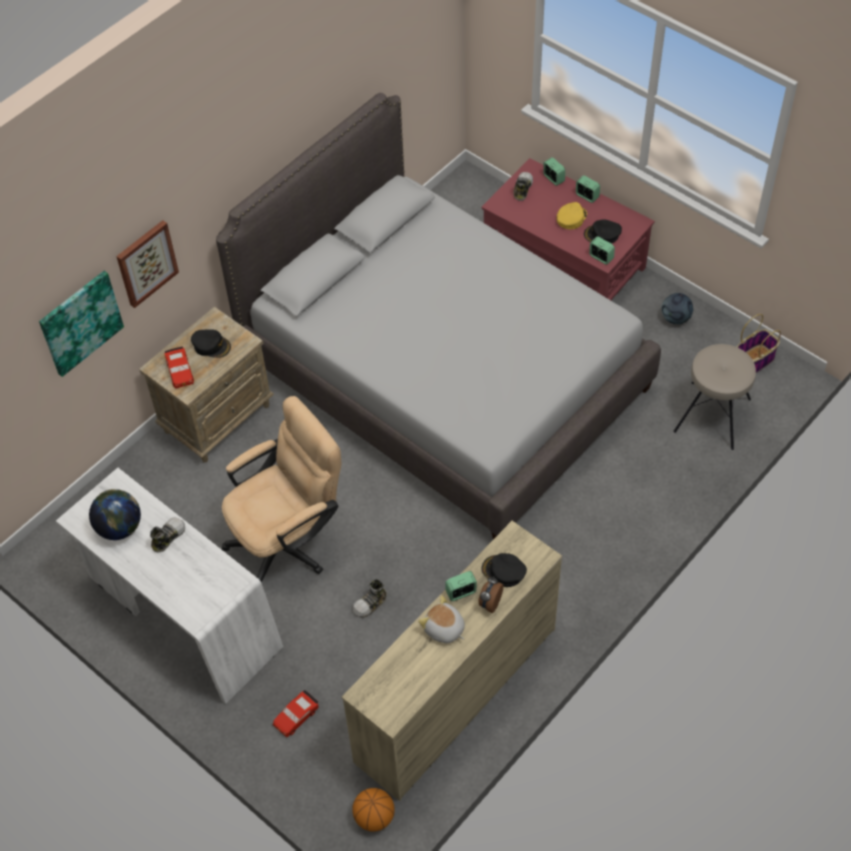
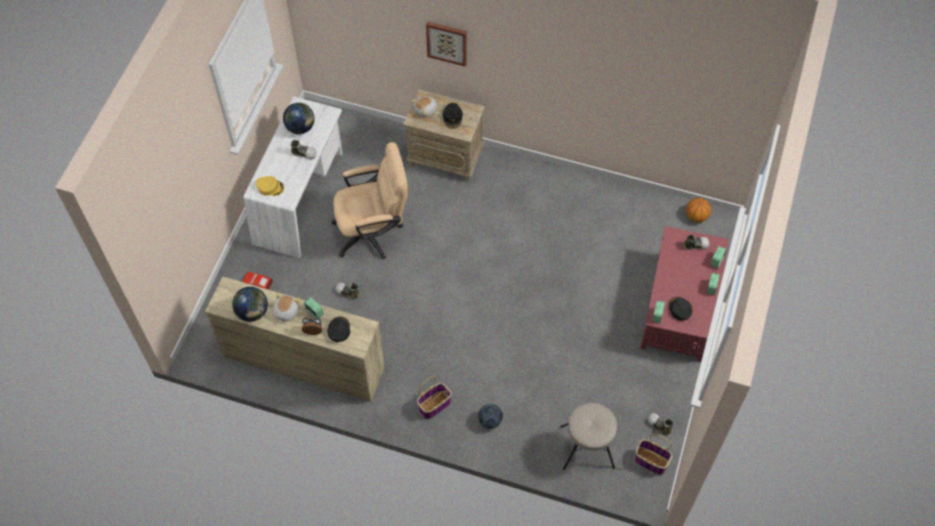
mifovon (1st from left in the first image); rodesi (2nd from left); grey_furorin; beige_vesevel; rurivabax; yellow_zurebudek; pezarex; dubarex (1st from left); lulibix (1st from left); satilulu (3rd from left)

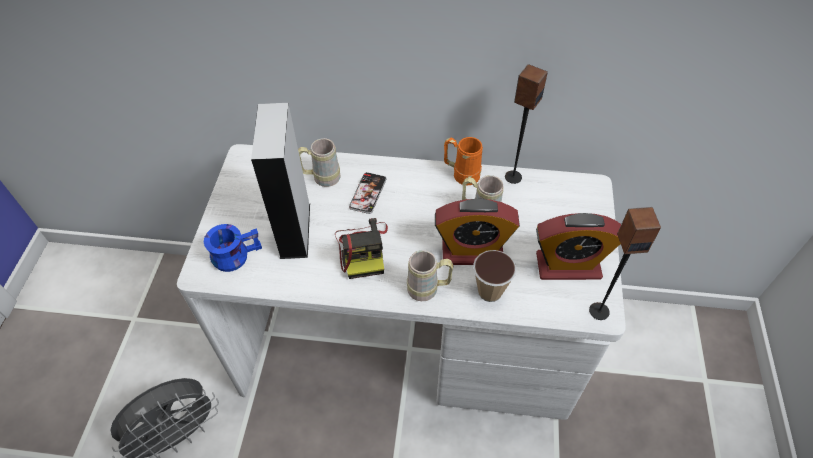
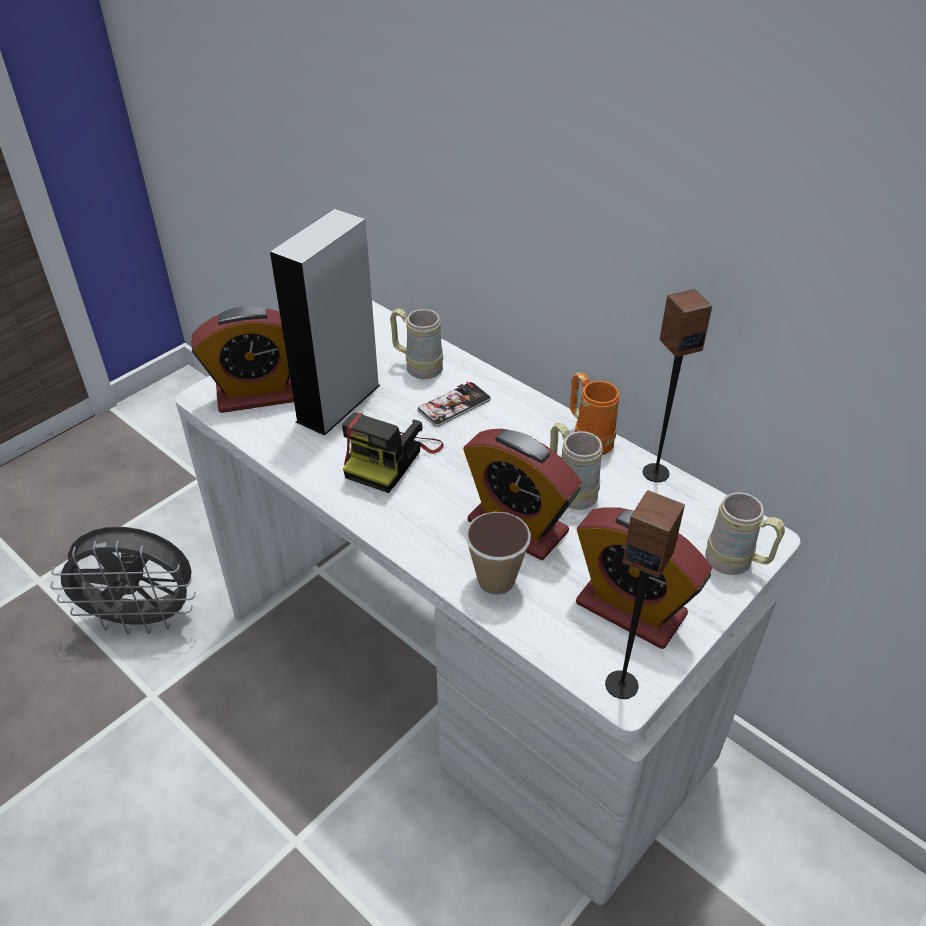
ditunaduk (1st from left); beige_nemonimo (3rd from left)

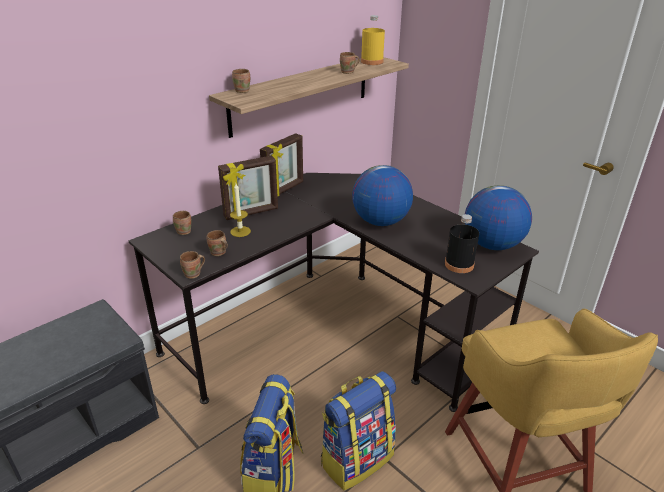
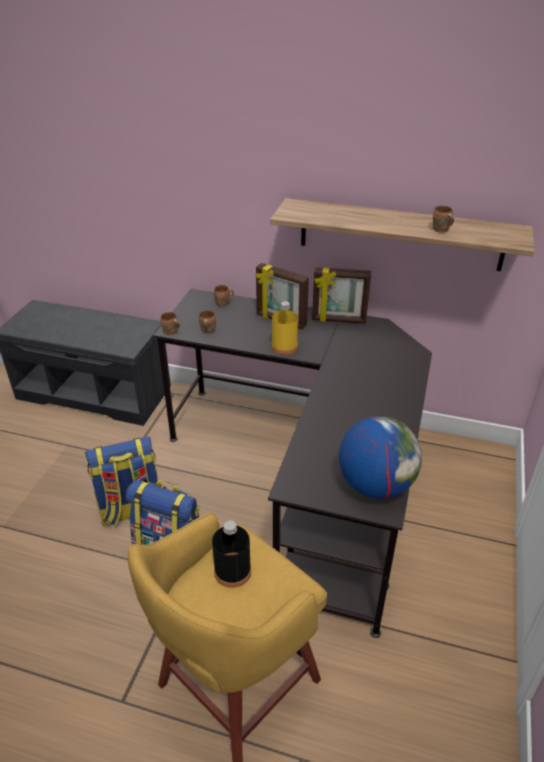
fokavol; brown_nemonimo (4th from left in the first image); dubarex (1st from left in the first image); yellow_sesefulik; black_sesefulik

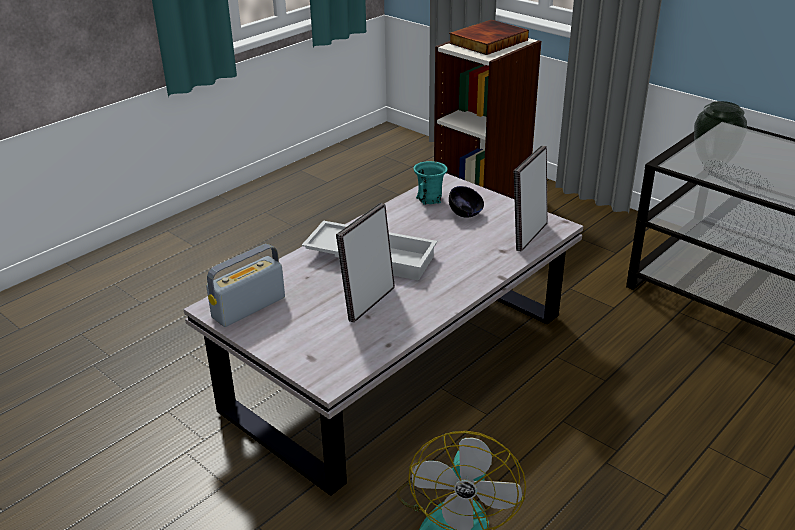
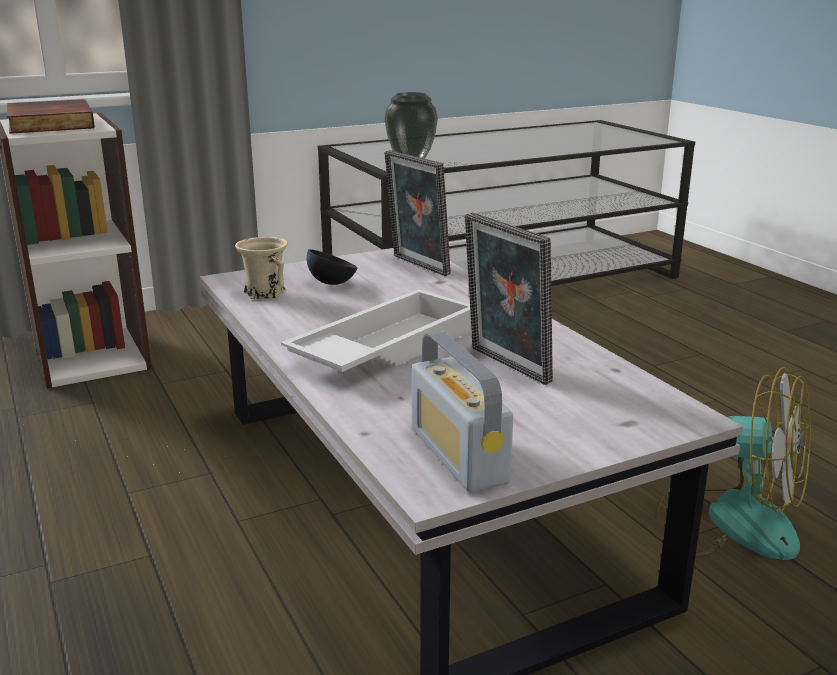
beige_nemonimo

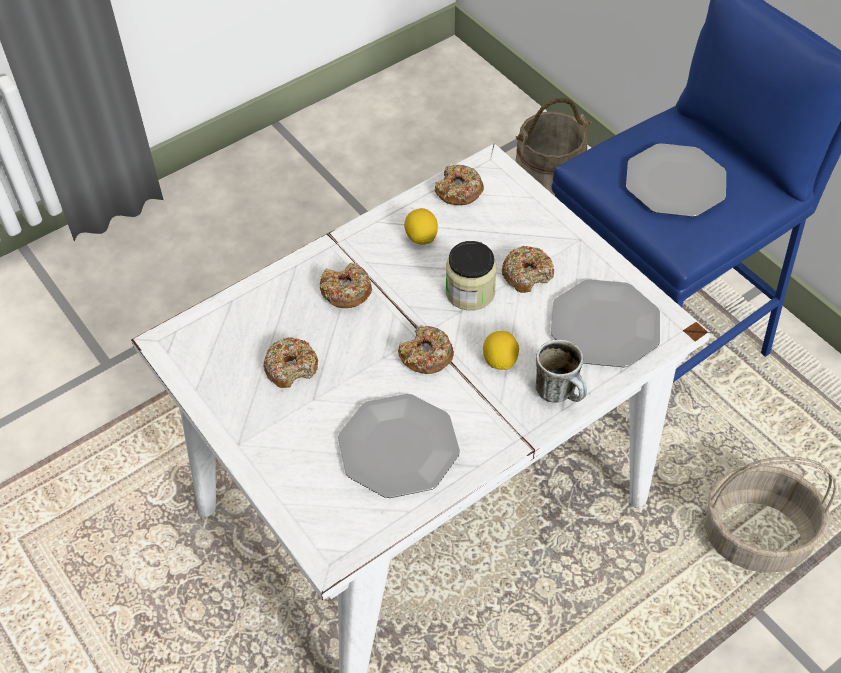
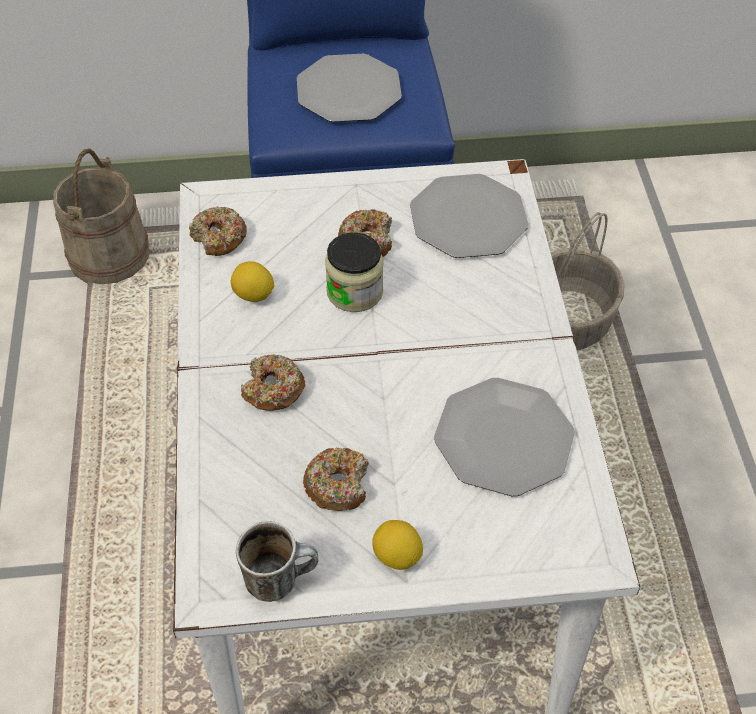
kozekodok (3rd from left in the first image); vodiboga (2nd from left); nemonimo

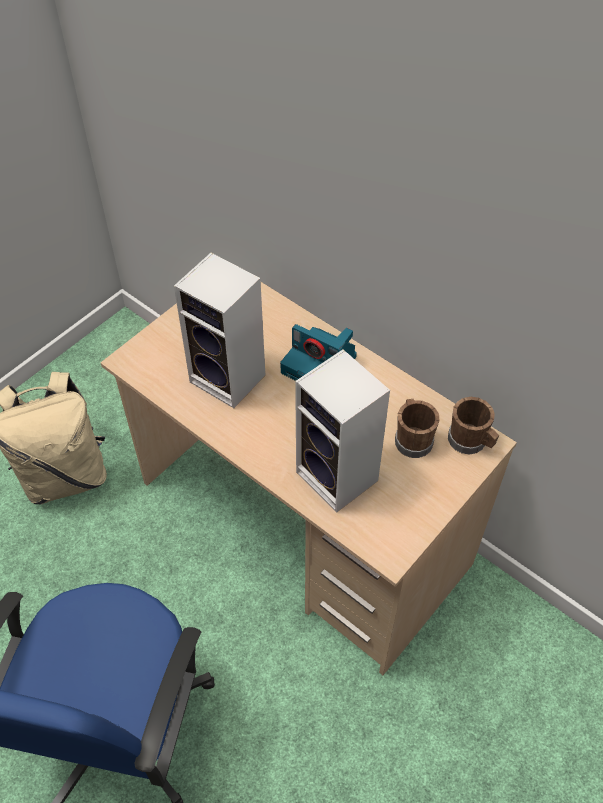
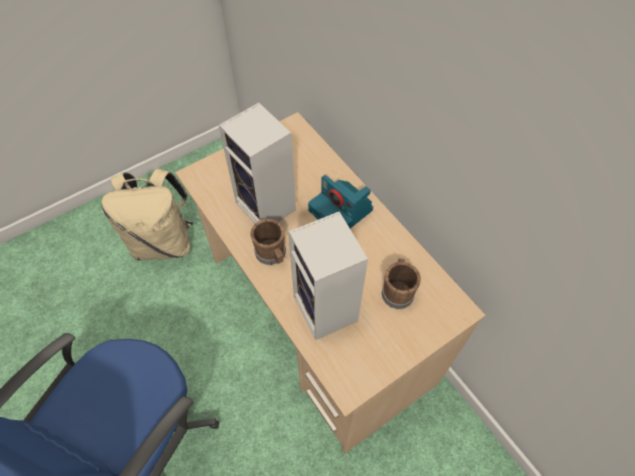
brown_nemonimo (1st from left)

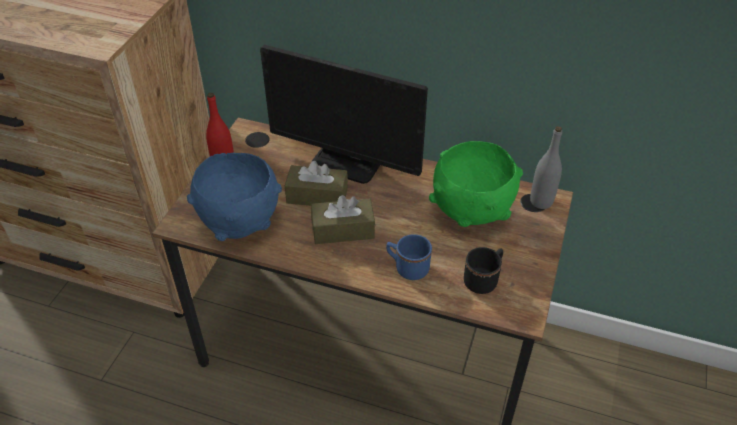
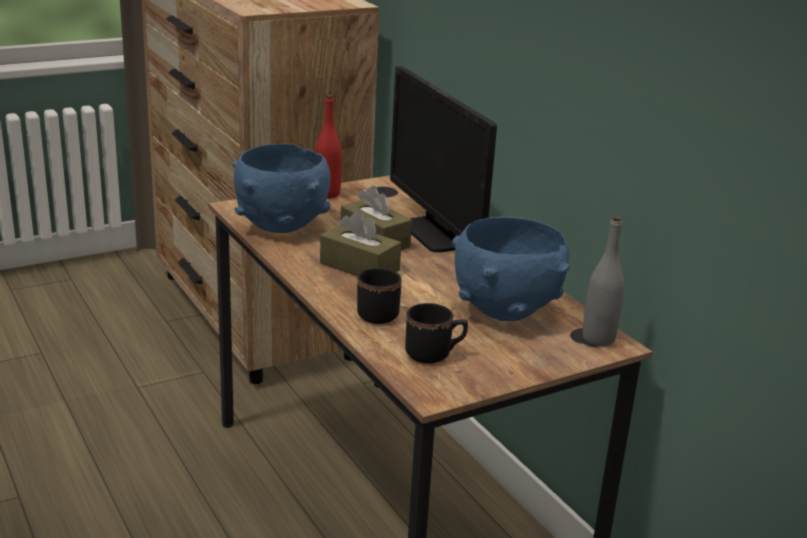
black_nemonimo (1st from left); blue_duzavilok (2nd from left)

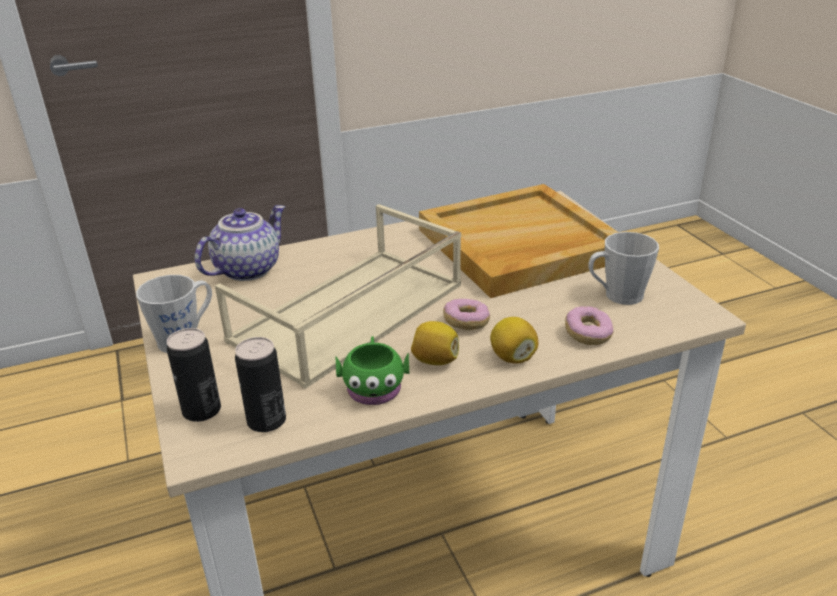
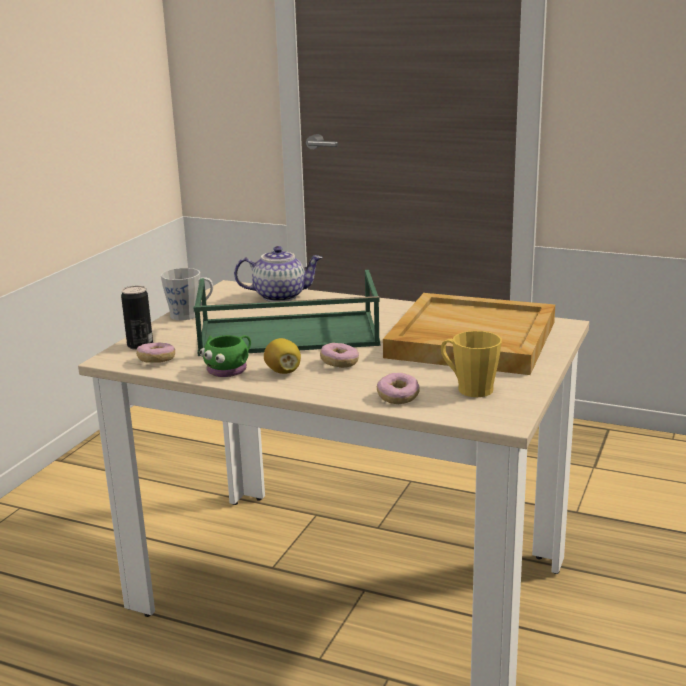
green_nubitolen; kozekodok (1st from left); vodiboga (2nd from left in the first image); yellow_nemonimo

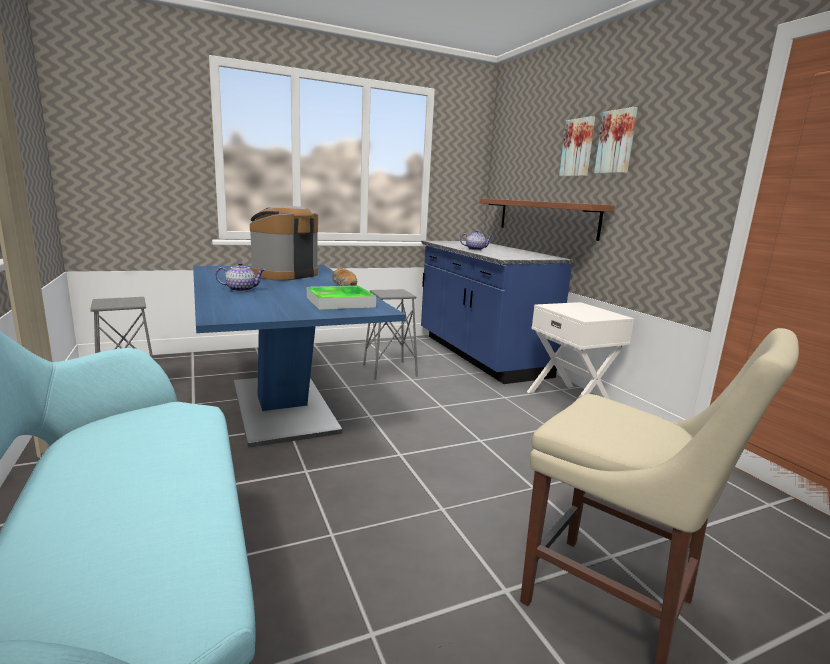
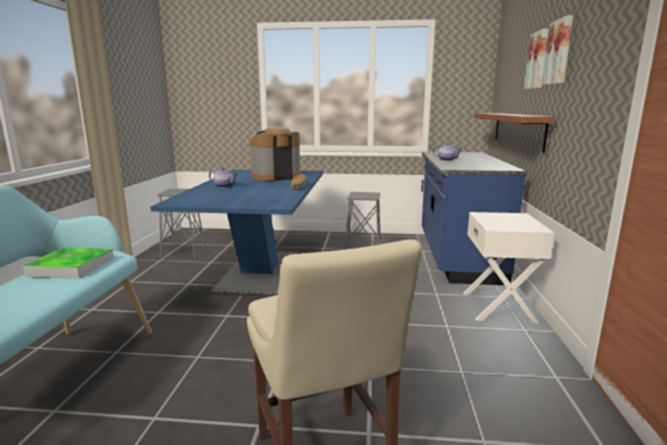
nubitolen

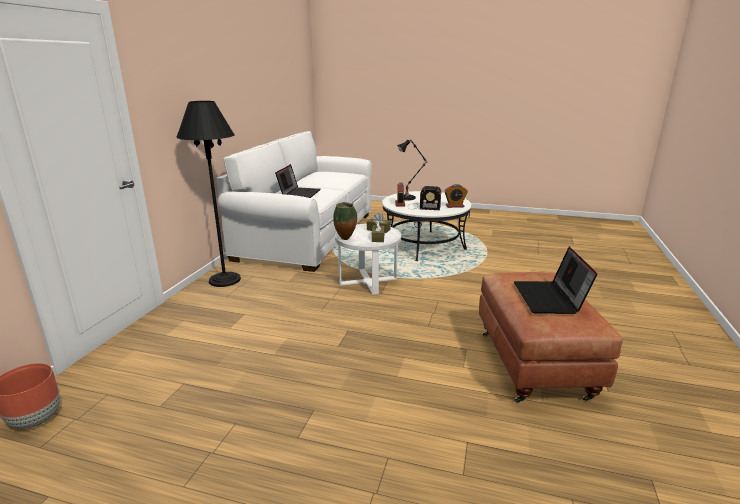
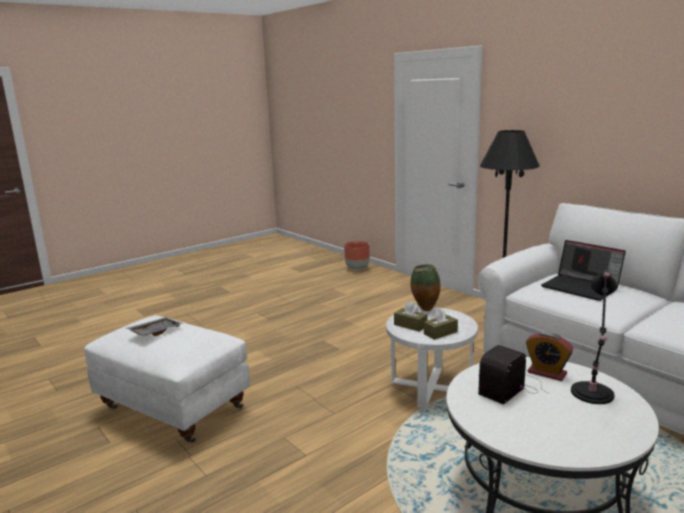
ditunaduk (2nd from left in the first image); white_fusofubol; grey_nubitolen

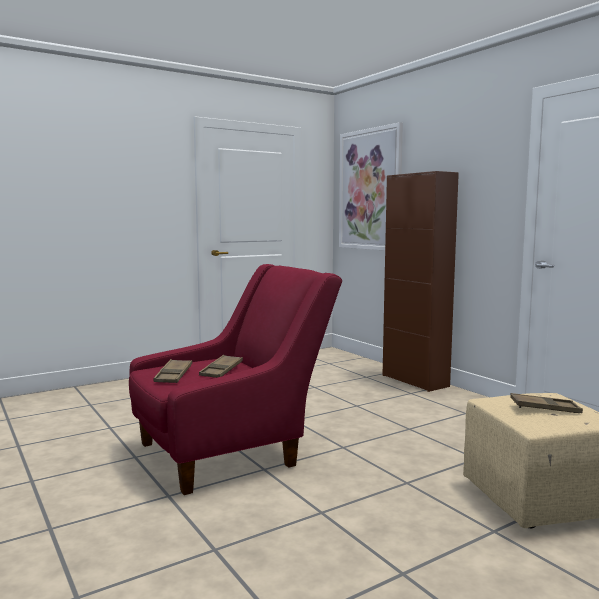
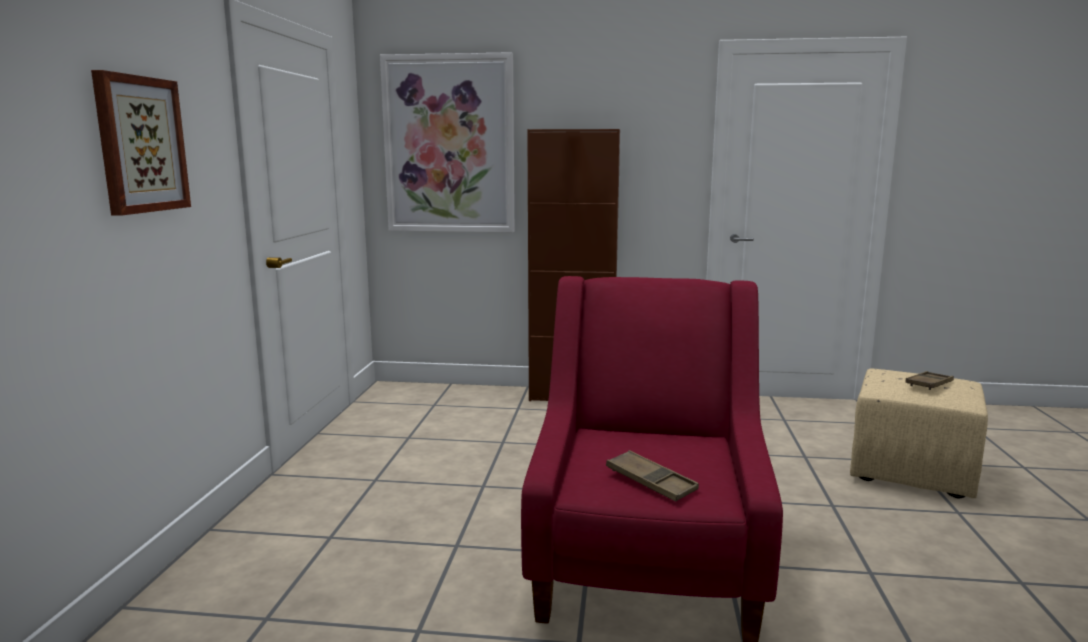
brown_nubitolen (2nd from left in the first image); mifovon (1st from left)

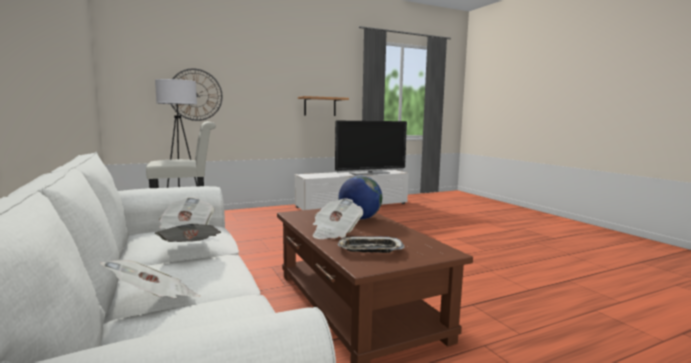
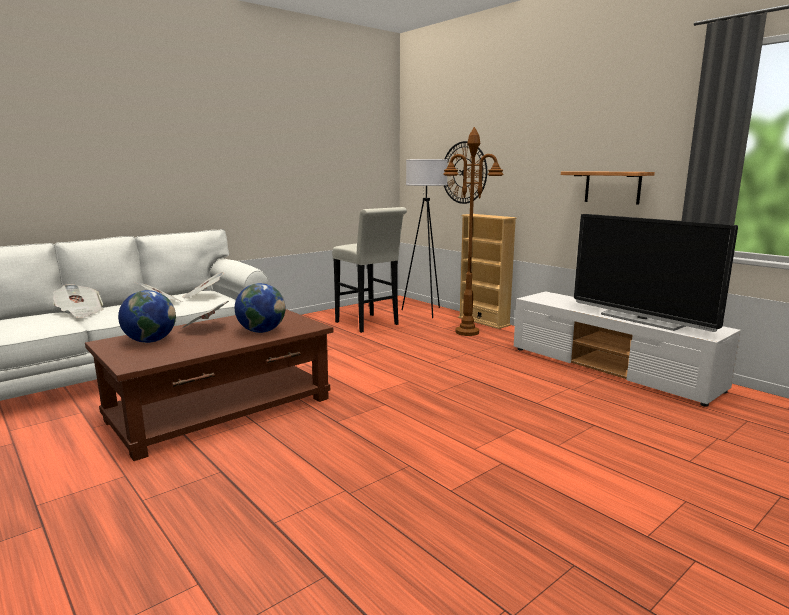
dubarex (1st from left); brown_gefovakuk; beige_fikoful

